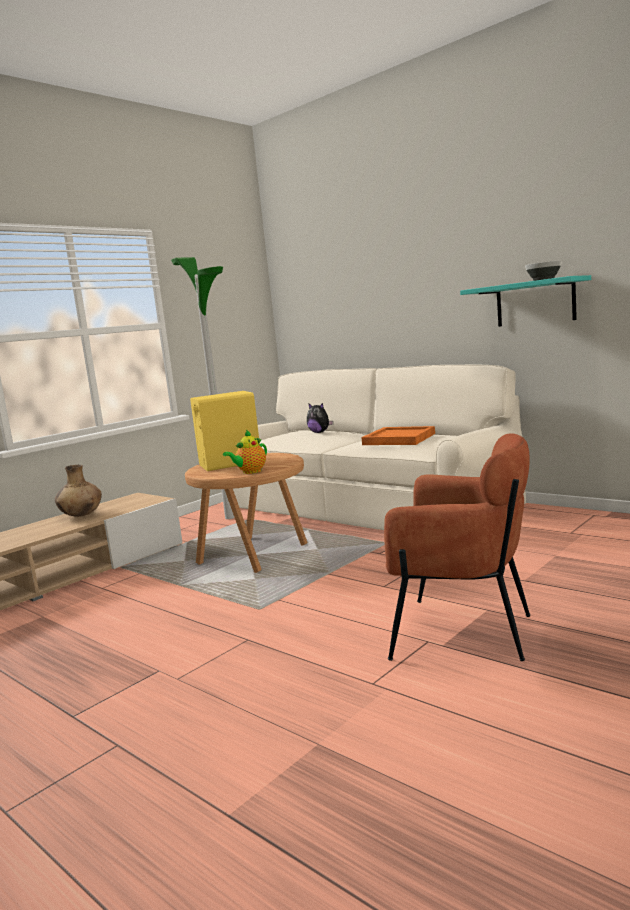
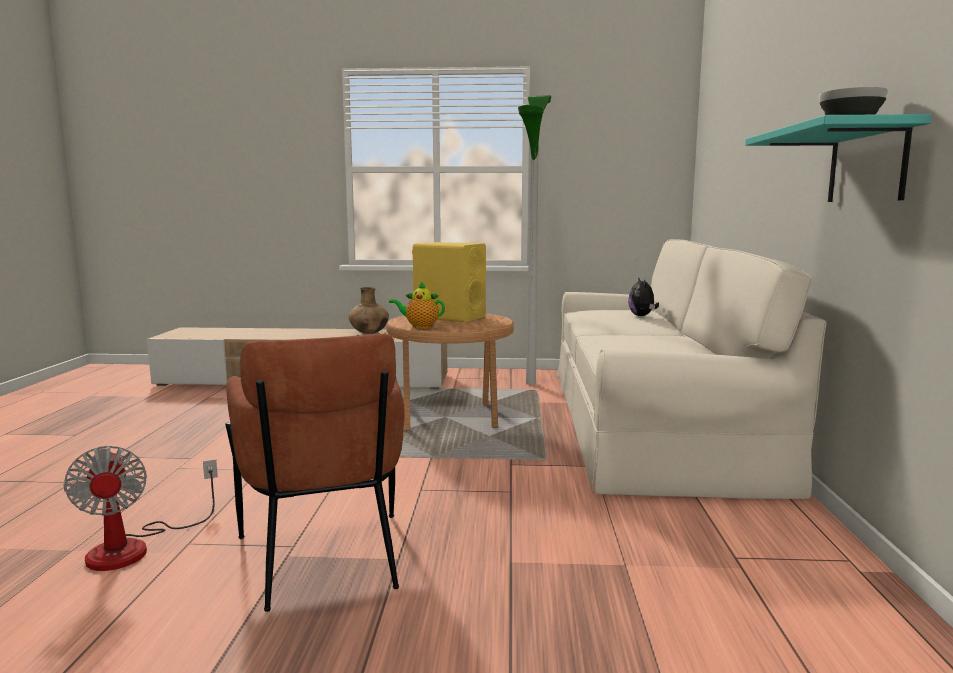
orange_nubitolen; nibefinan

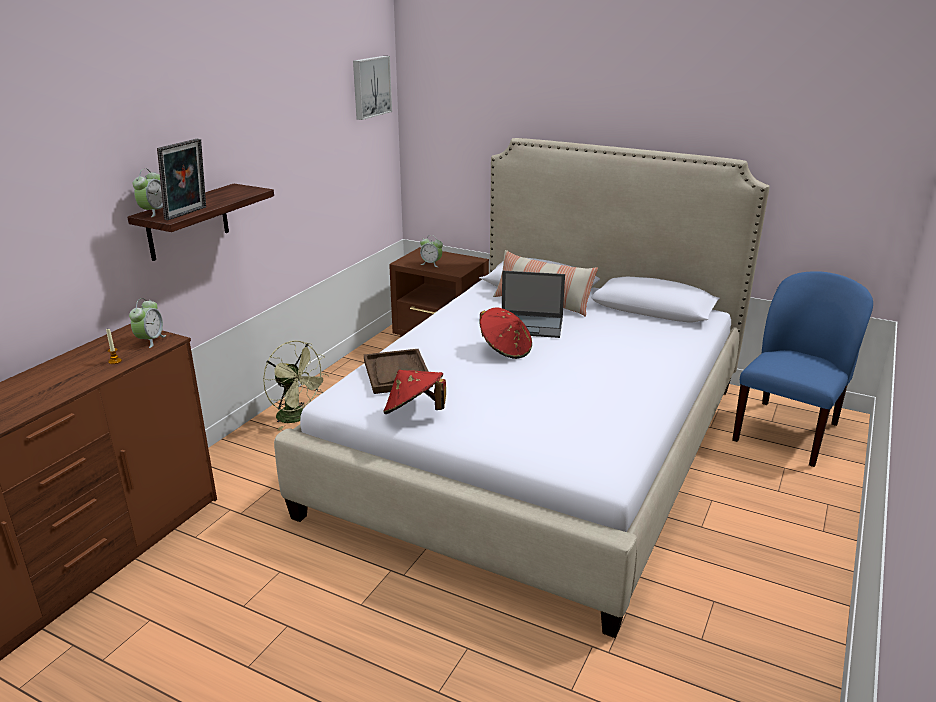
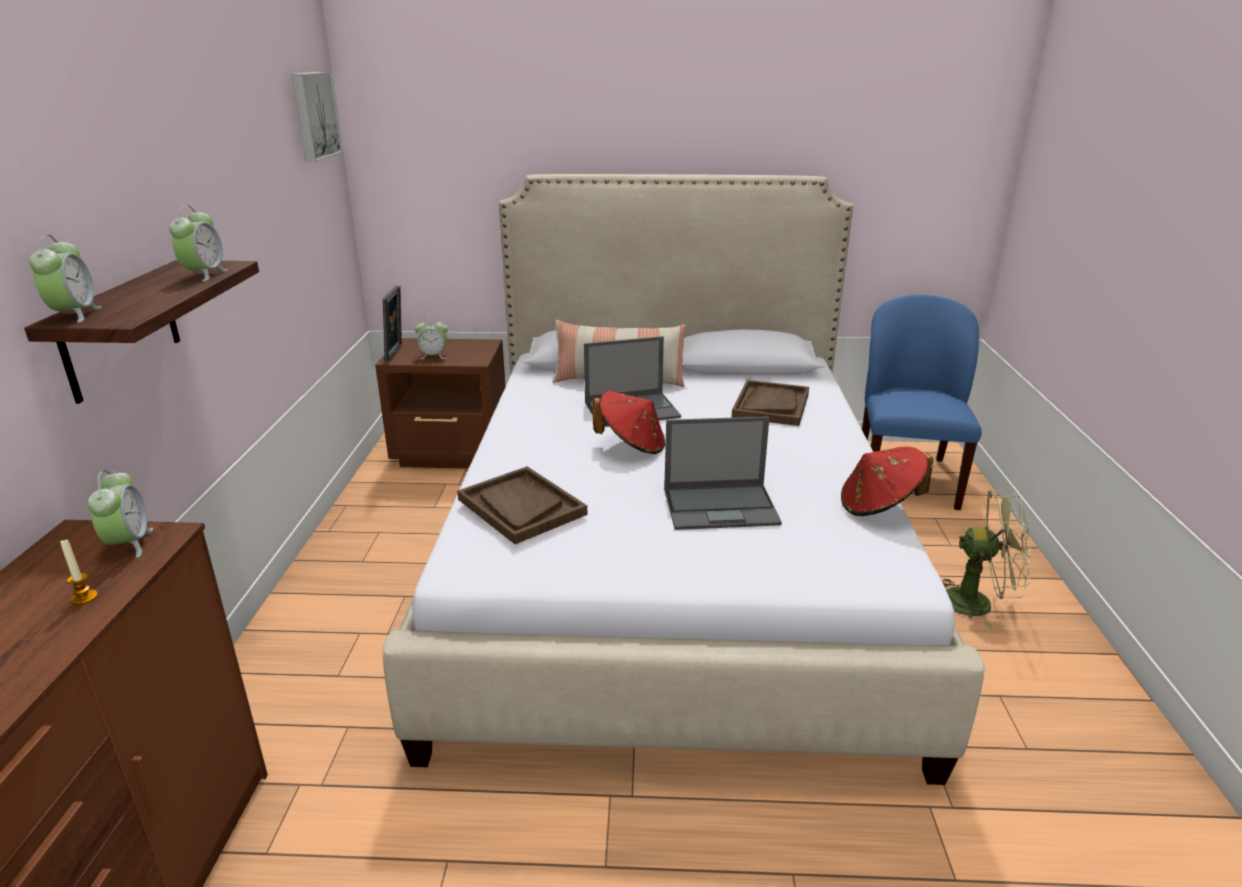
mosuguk; green_nibefinan; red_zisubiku (2nd from left); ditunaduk (3rd from left); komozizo (2nd from left); brown_nubitolen (2nd from left)

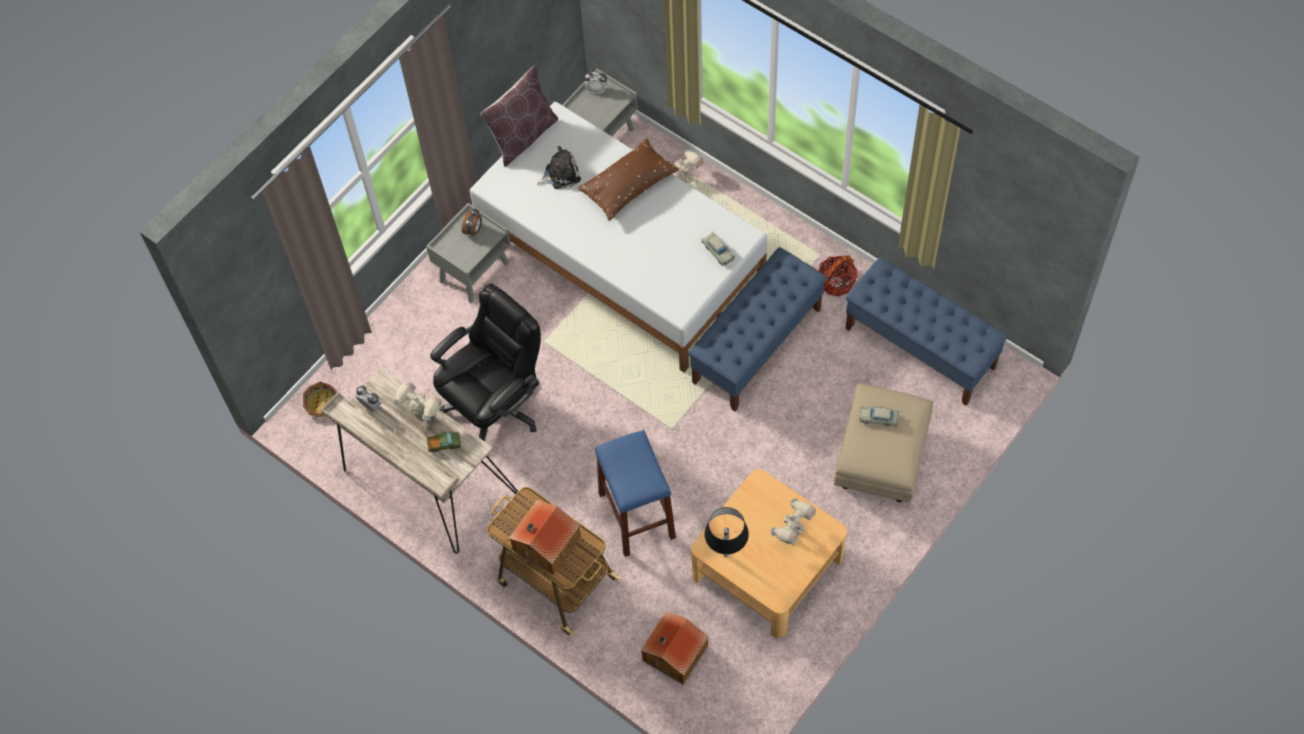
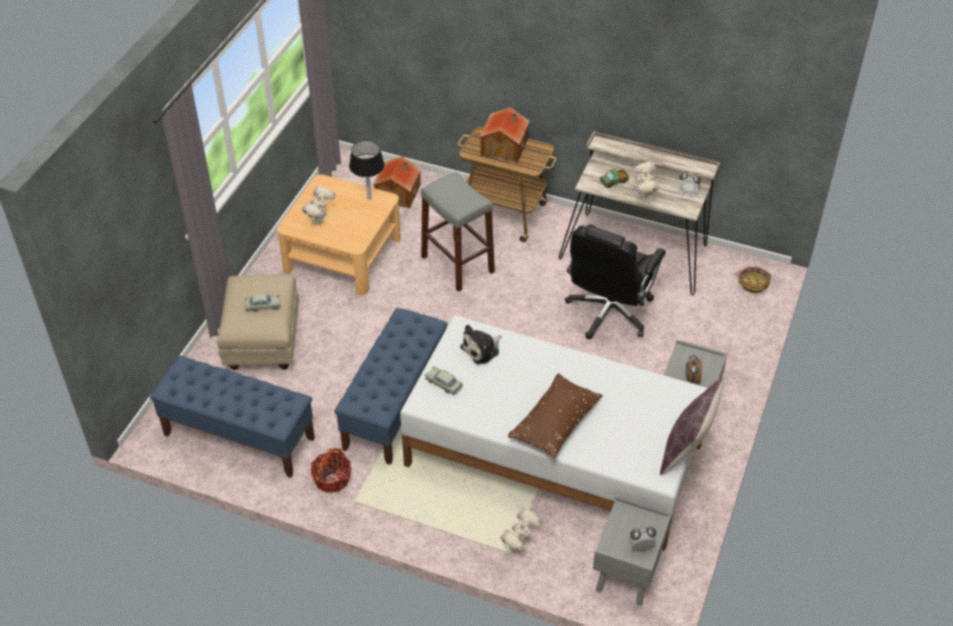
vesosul (3rd from left); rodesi; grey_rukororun

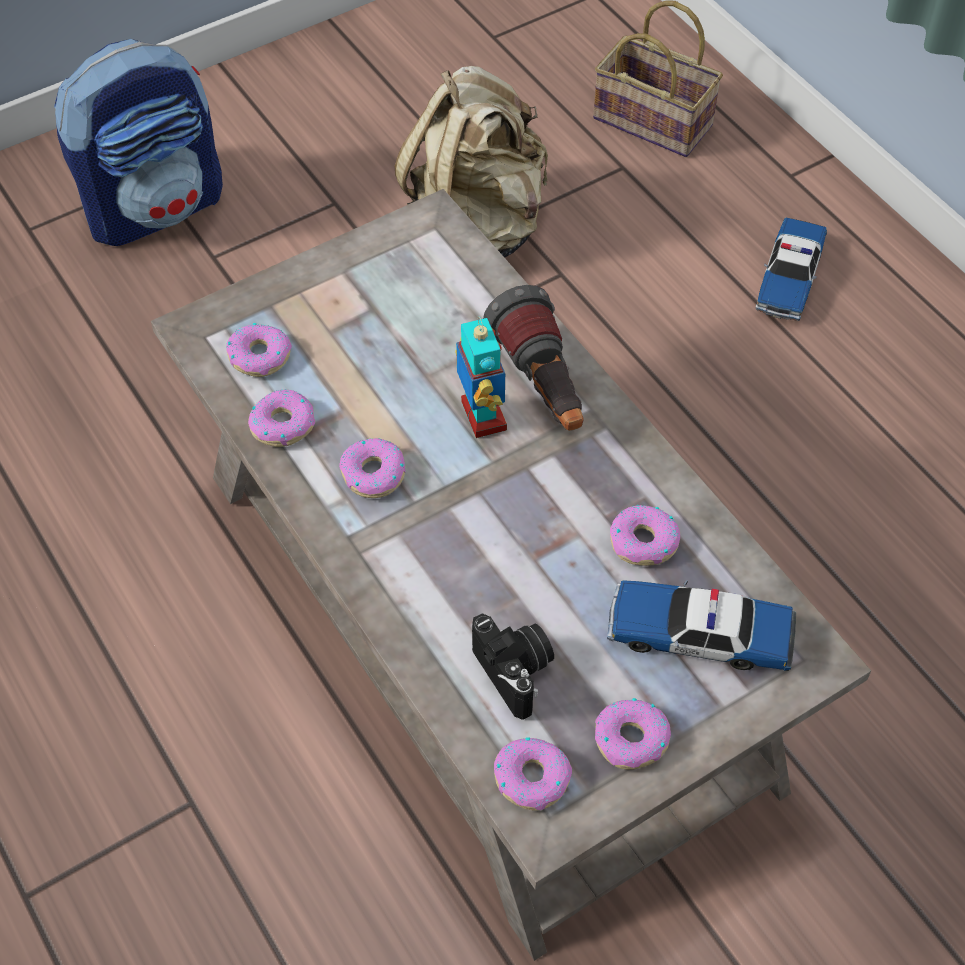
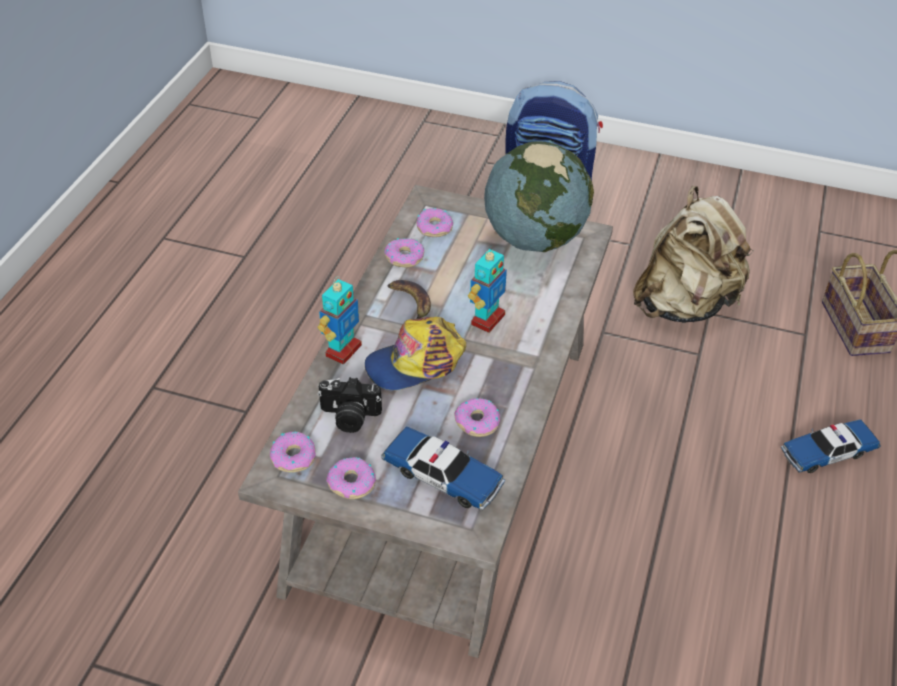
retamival; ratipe; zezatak; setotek (1st from left); vesosul (1st from left); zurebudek; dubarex

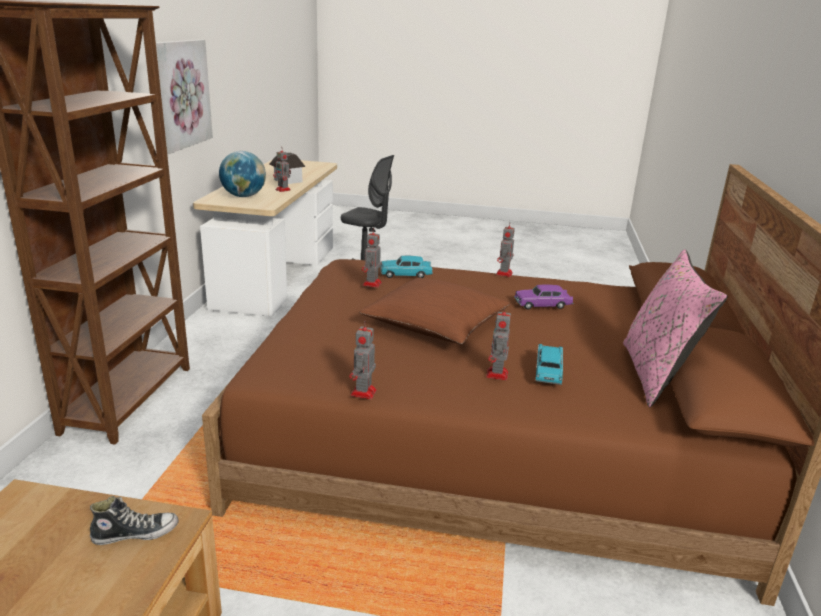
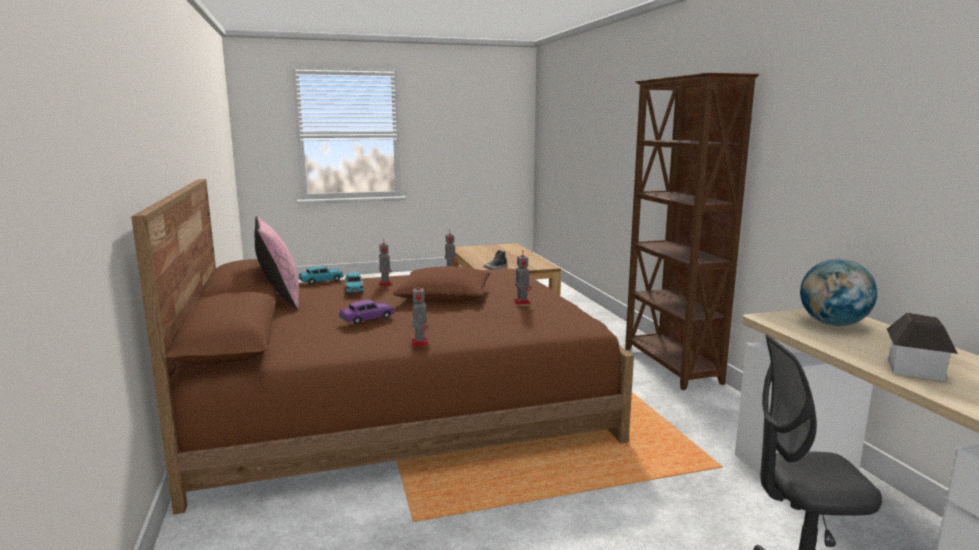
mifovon; vesosul (1st from left in the first image); turquoise_setotek (1st from left)

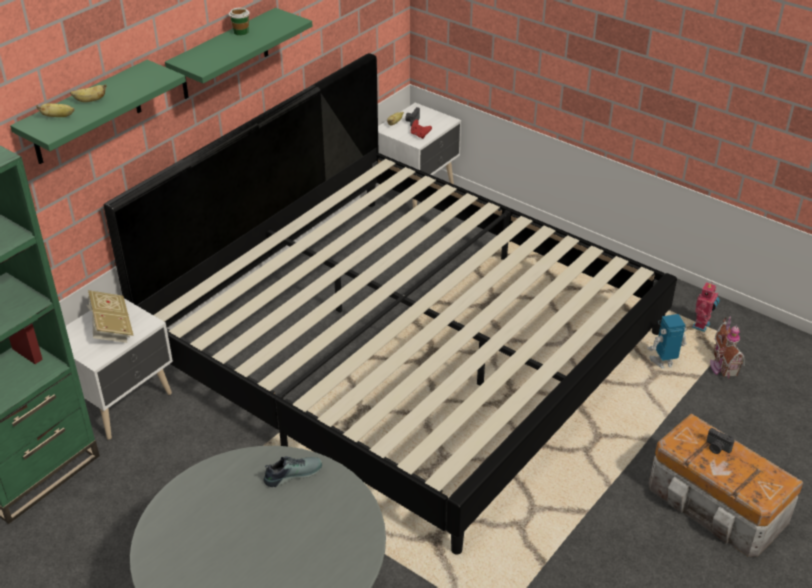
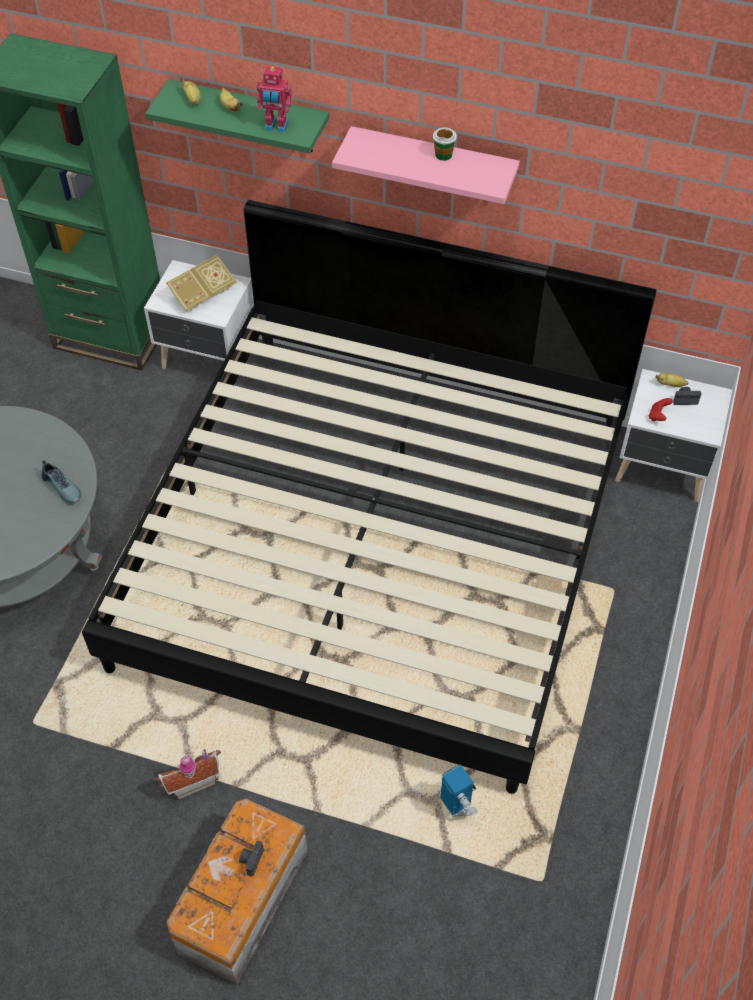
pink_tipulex; vesosul (1st from left); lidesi

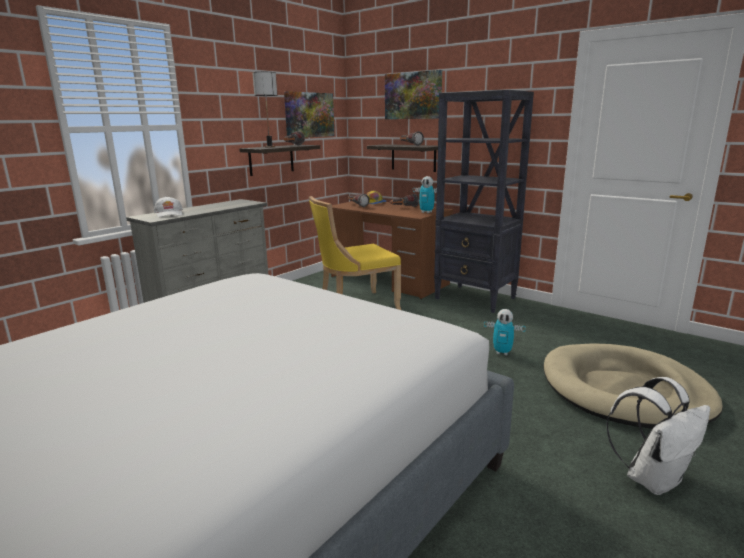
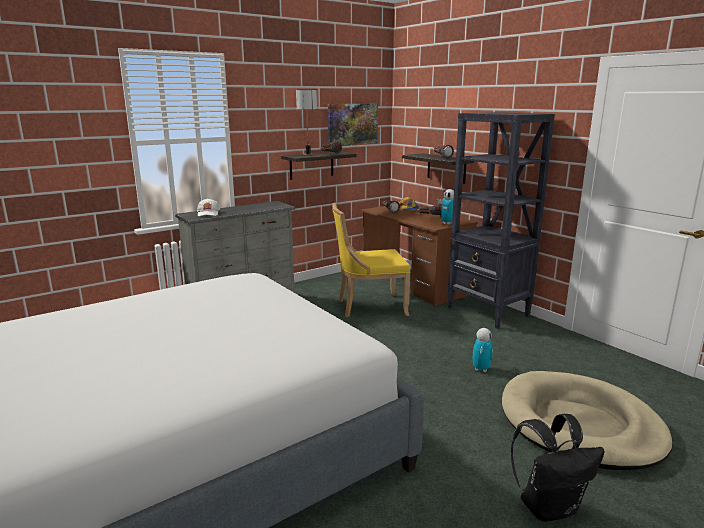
mifovon (2nd from left in the first image); vesosul (2nd from left); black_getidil

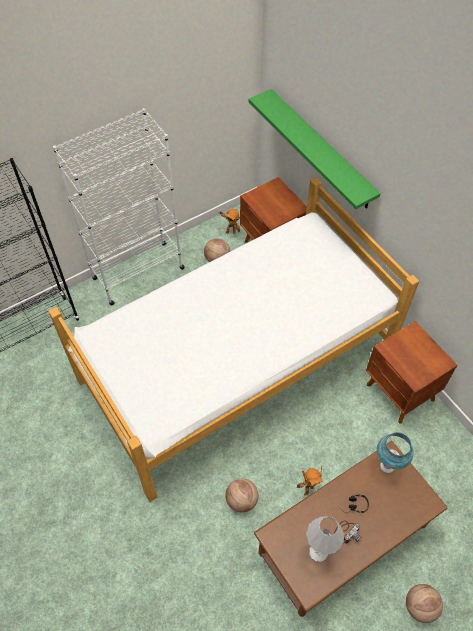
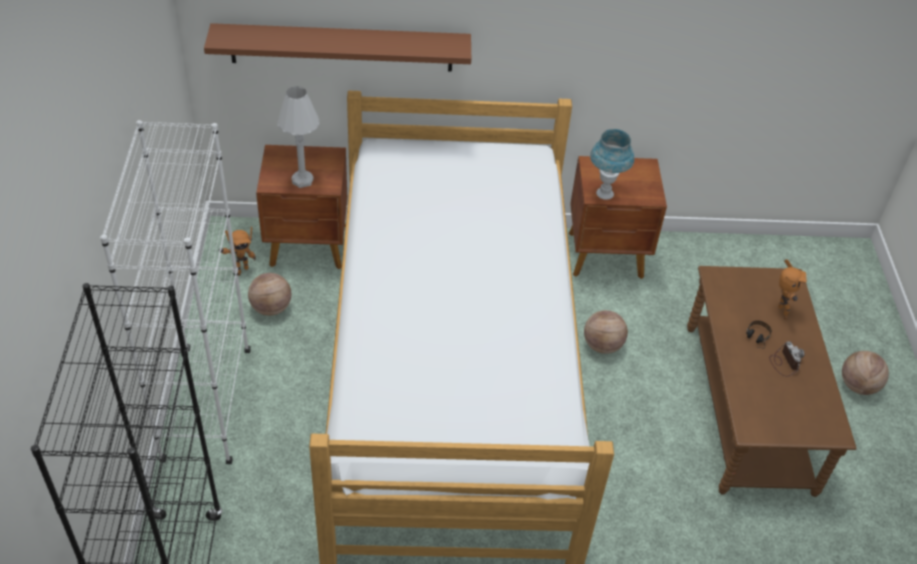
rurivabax (2nd from left); brown_tipulex; vesosul (2nd from left); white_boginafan; blue_boginafan

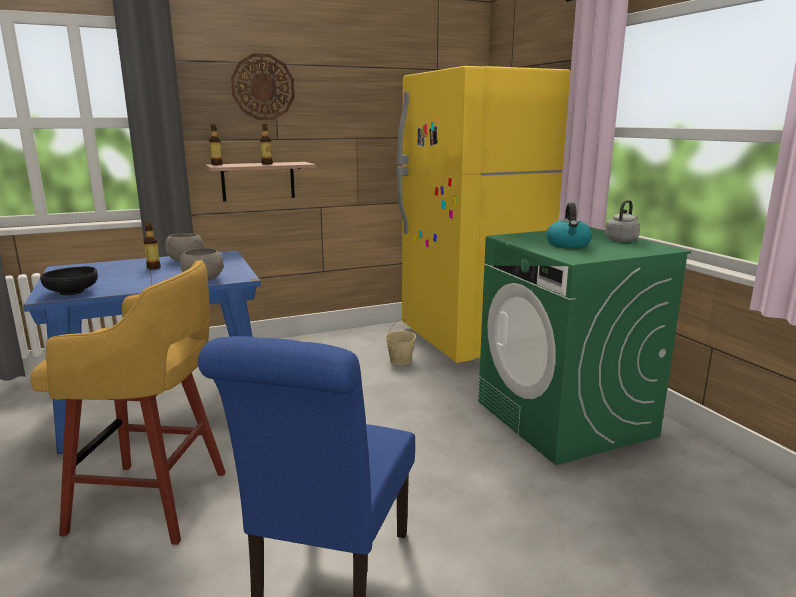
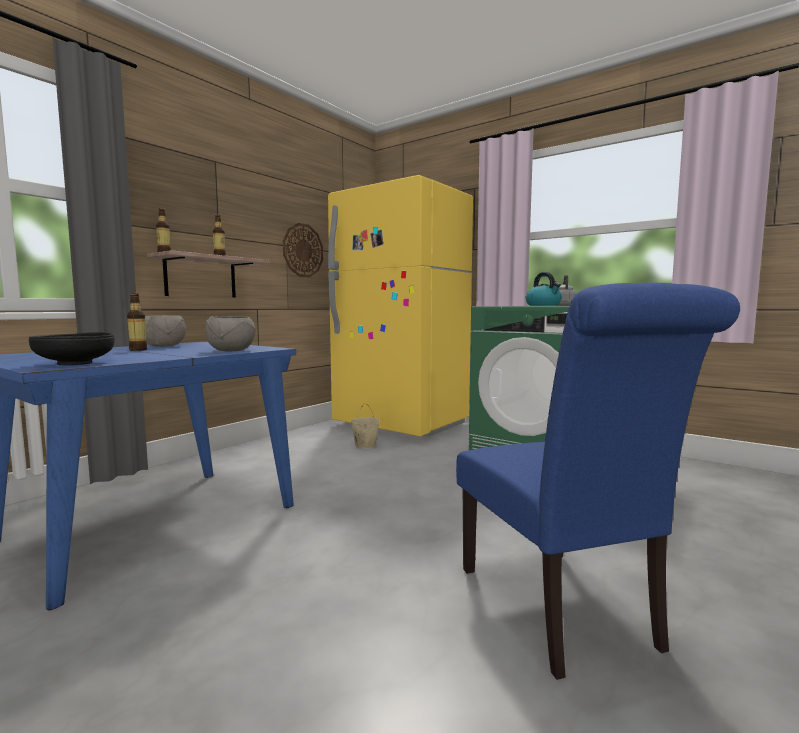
yellow_rukororun; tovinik

